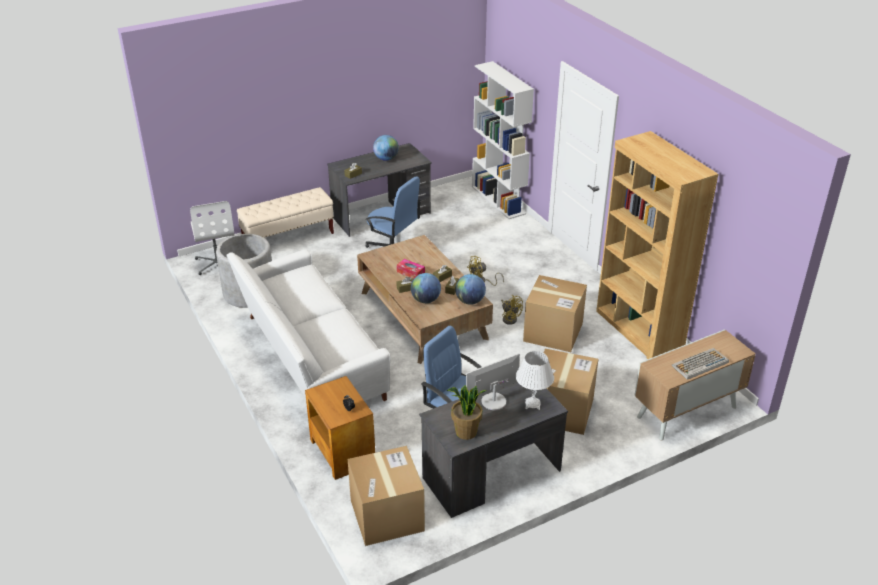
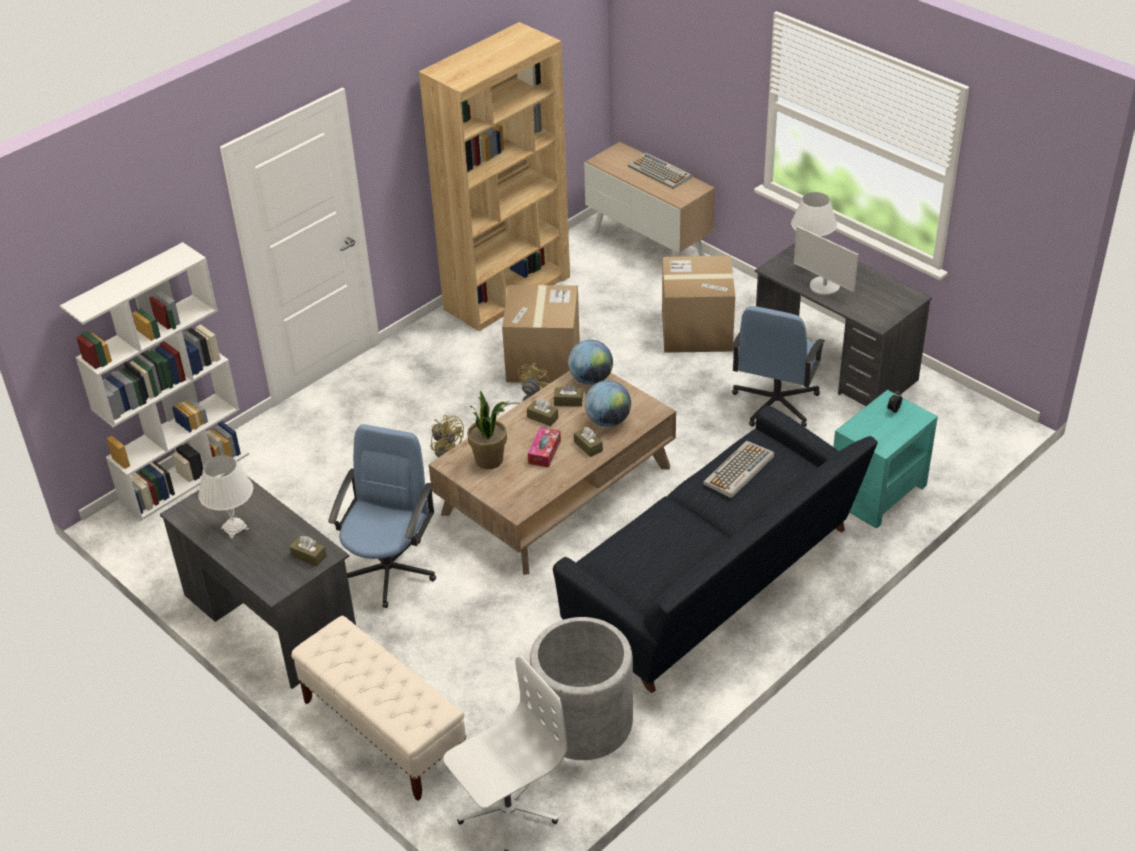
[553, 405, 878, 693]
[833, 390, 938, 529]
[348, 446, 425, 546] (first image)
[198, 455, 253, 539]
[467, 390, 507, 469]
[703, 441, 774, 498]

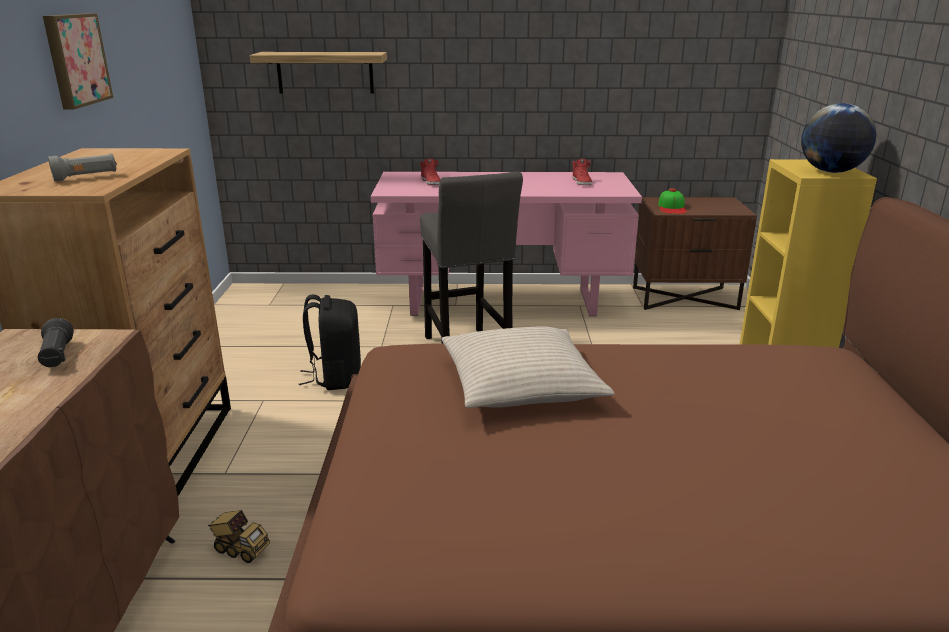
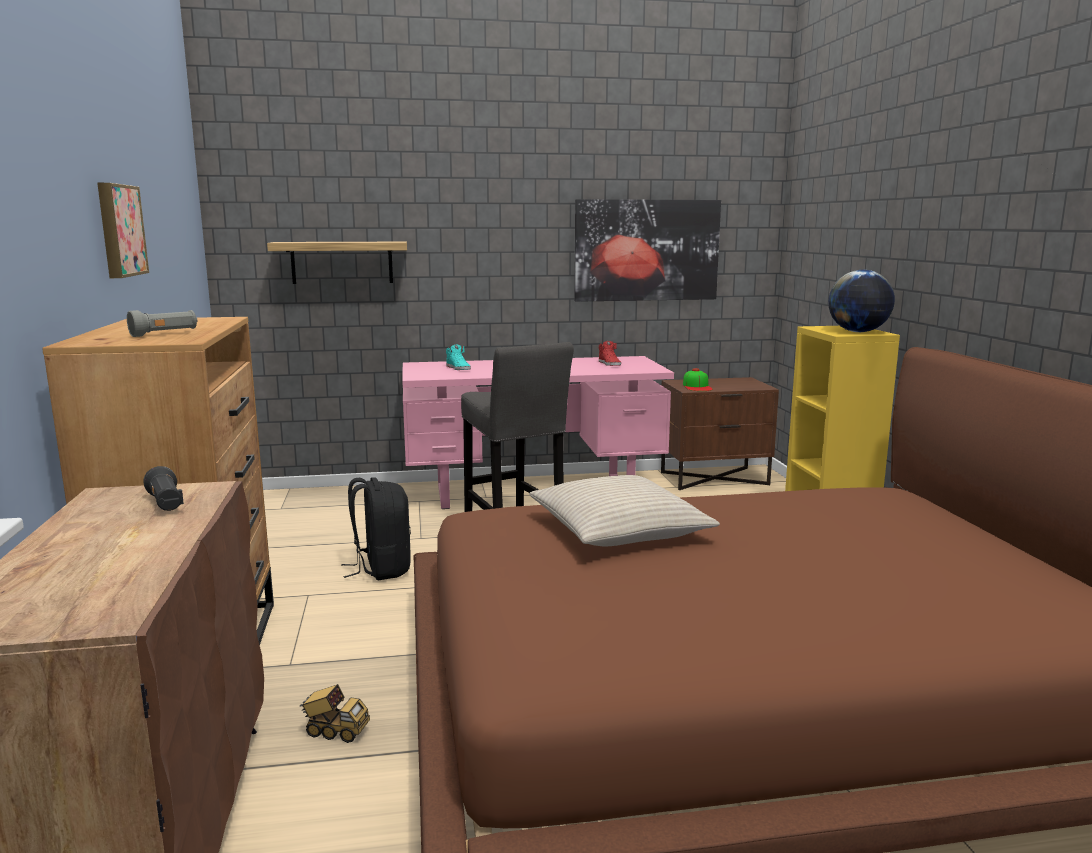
[446, 345, 471, 370]
[574, 199, 721, 302]

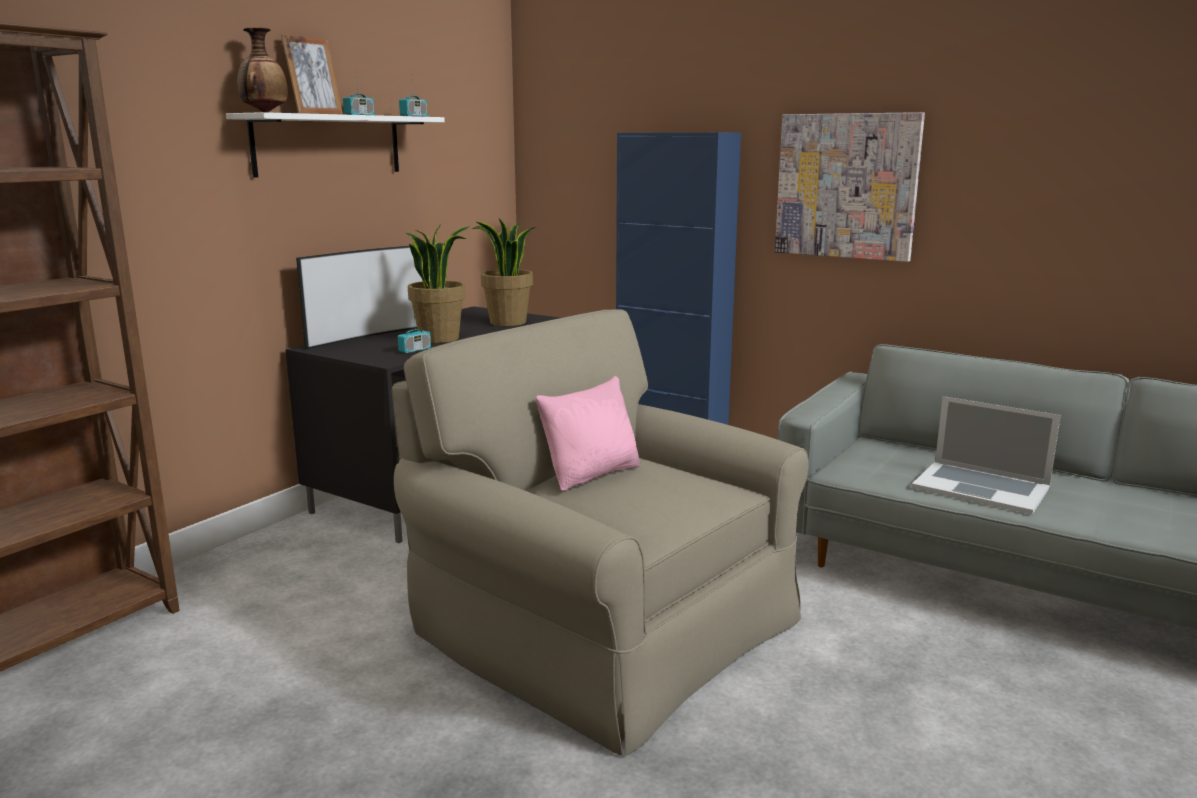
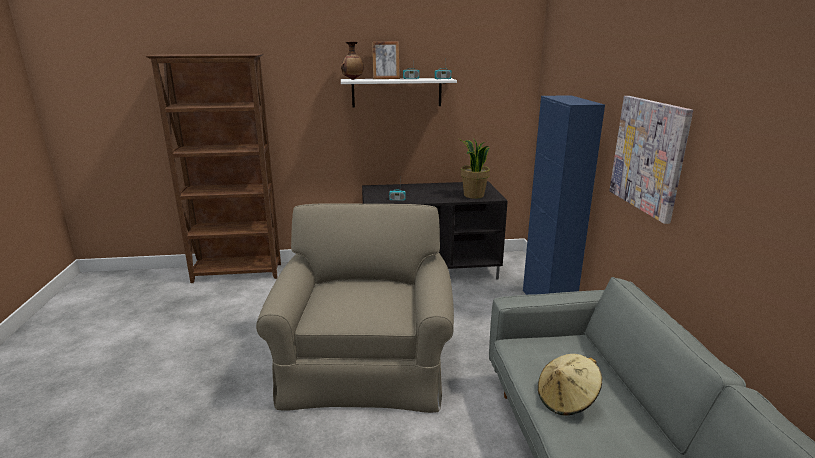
[296, 246, 430, 349] (first image)
[406, 225, 470, 343] (first image)
[536, 376, 640, 491] (first image)
[538, 354, 602, 415]

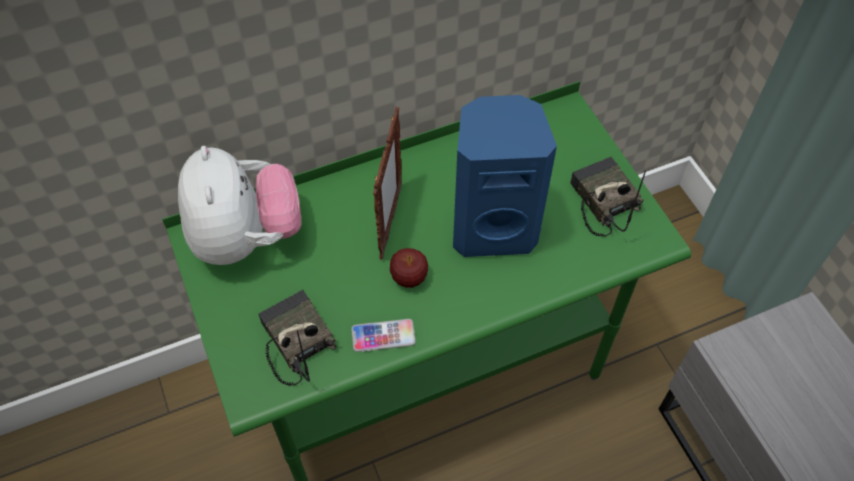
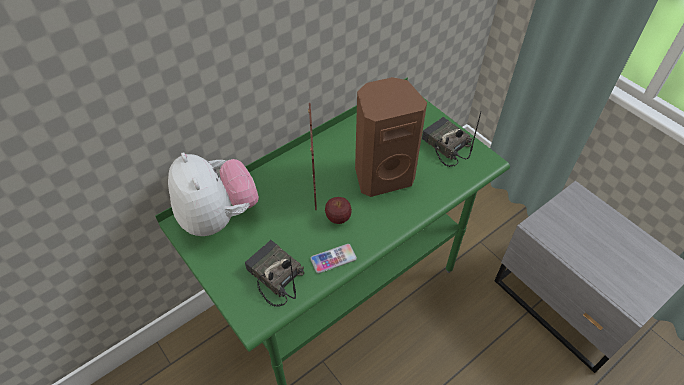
[355, 77, 427, 197]

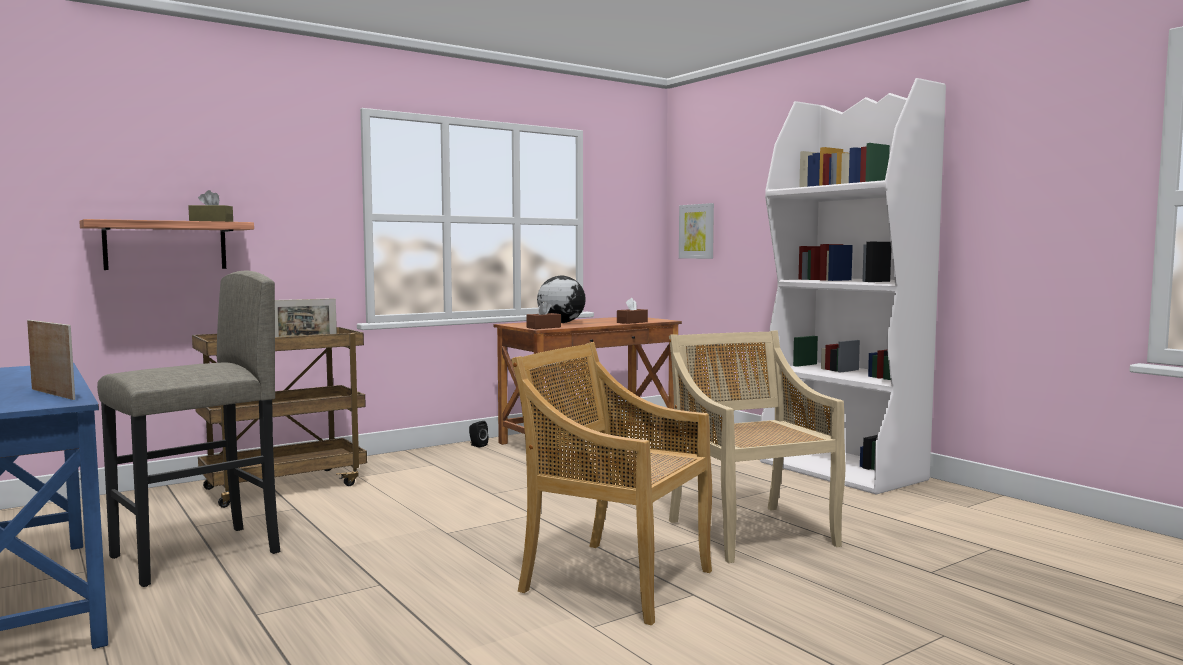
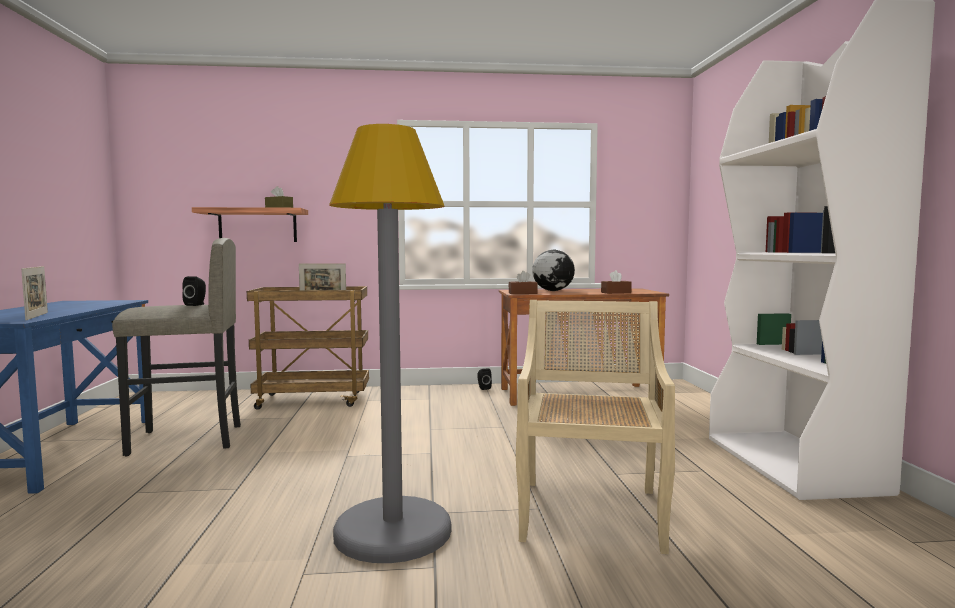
[329, 124, 452, 563]
[679, 203, 714, 259] (first image)
[182, 276, 206, 306]

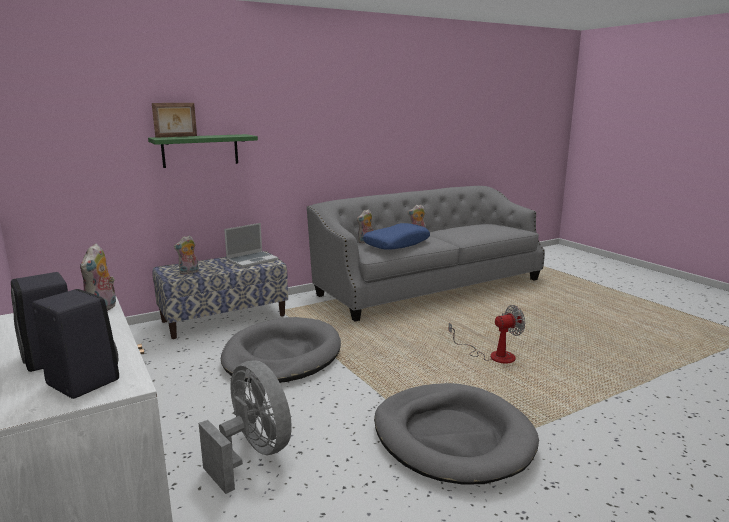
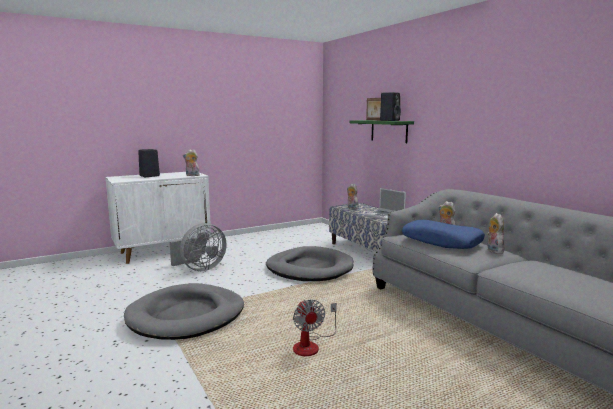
[380, 92, 401, 121]

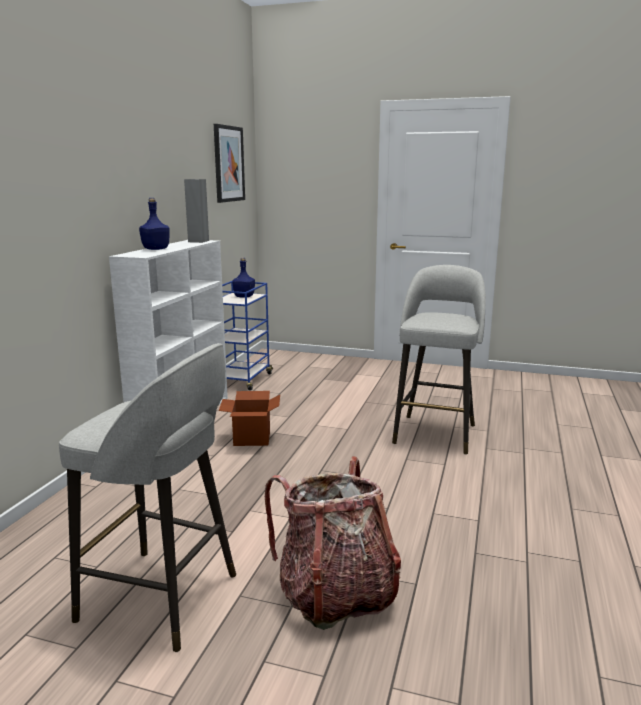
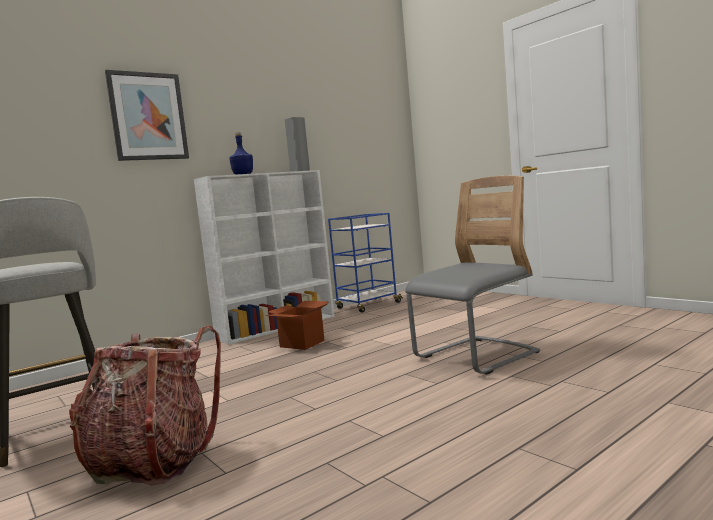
[105, 70, 189, 161]
[232, 258, 255, 298] (first image)
[405, 175, 540, 375]

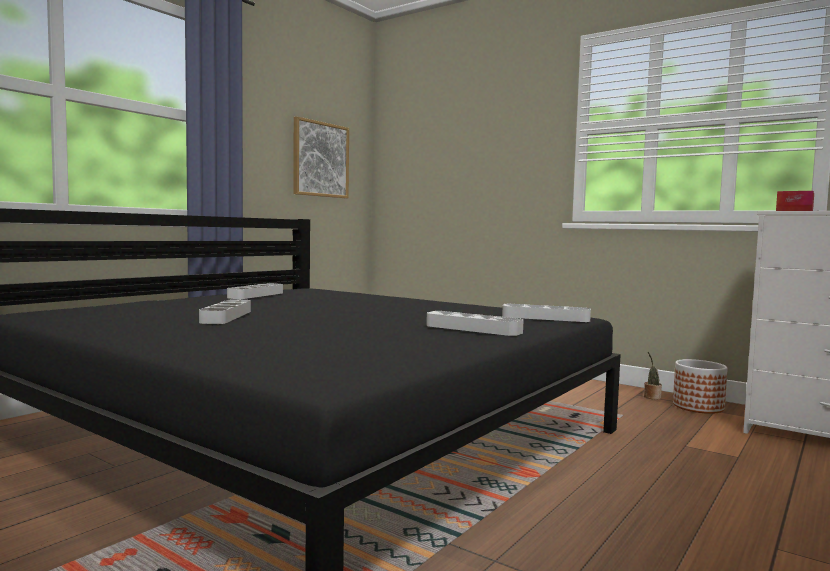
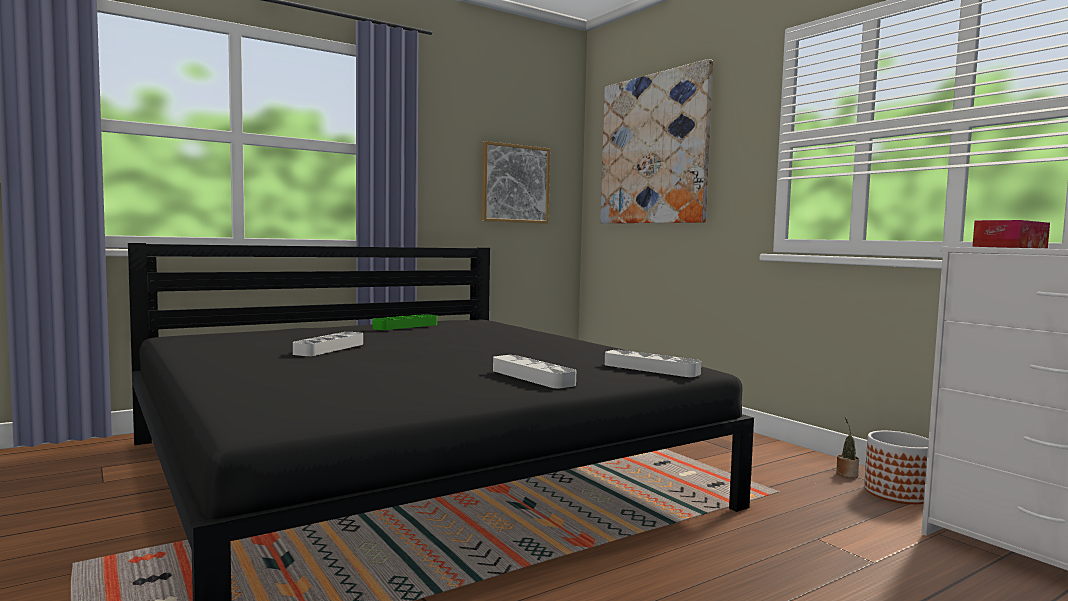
[372, 314, 437, 330]
[600, 59, 713, 224]

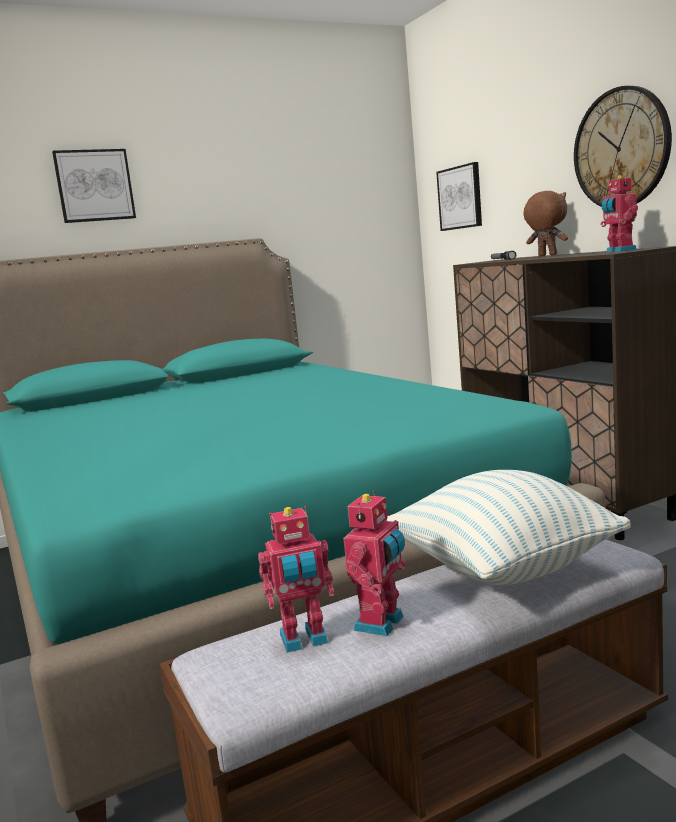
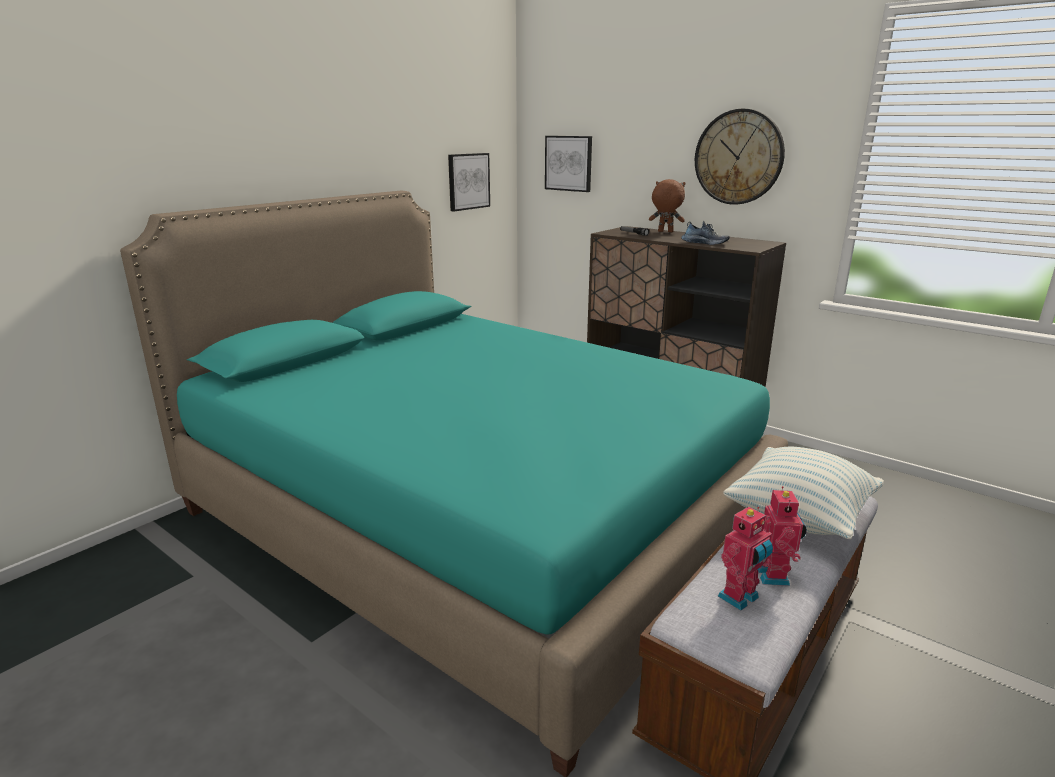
[448, 153, 490, 211]
[600, 175, 638, 252] (first image)
[681, 221, 730, 245]

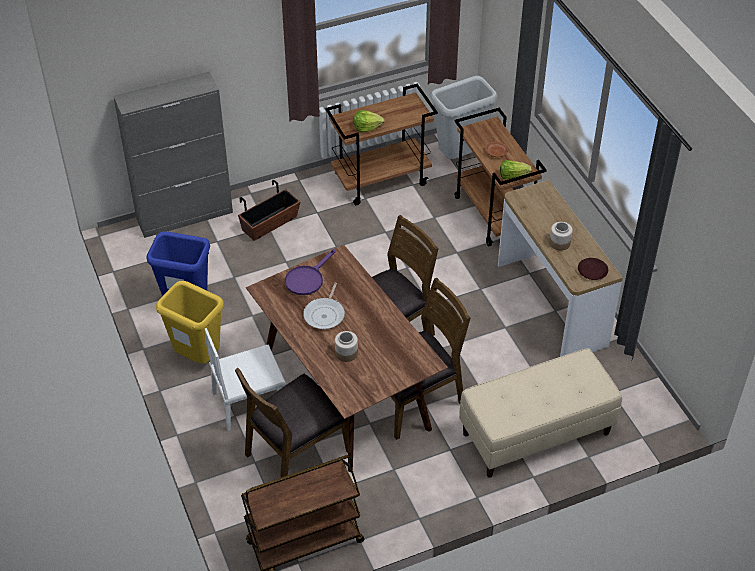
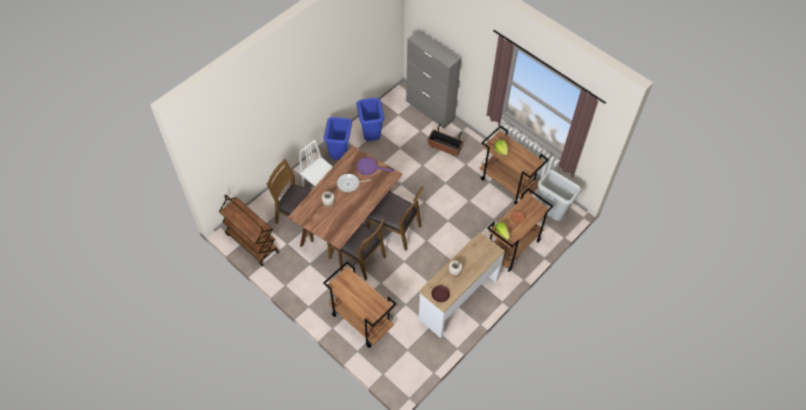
[324, 117, 352, 160]
[323, 262, 396, 348]

